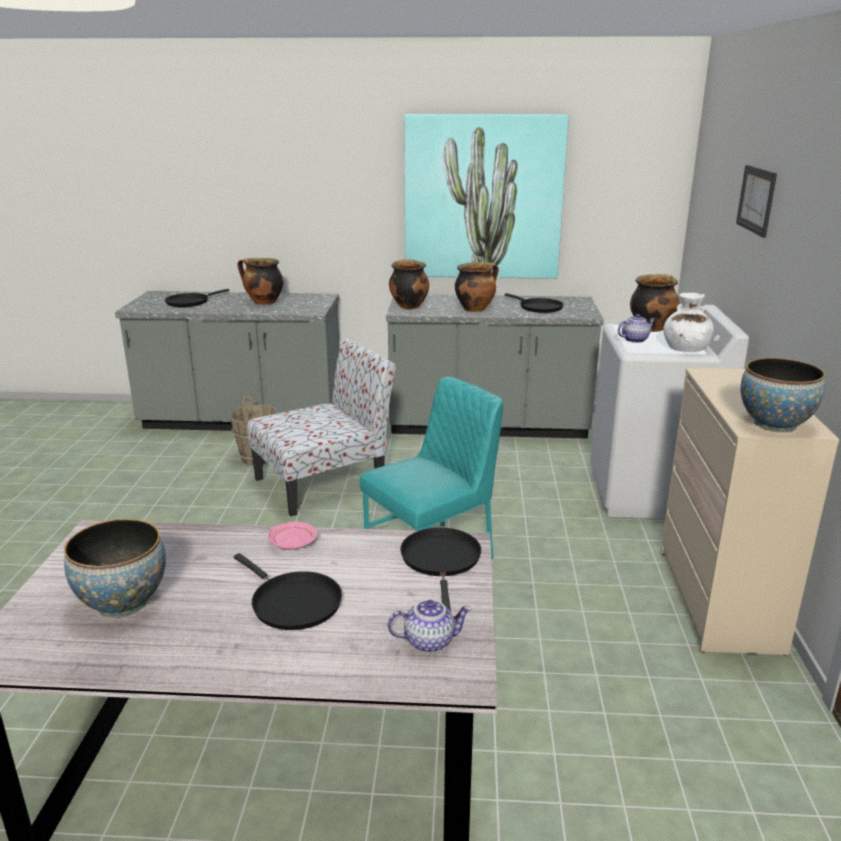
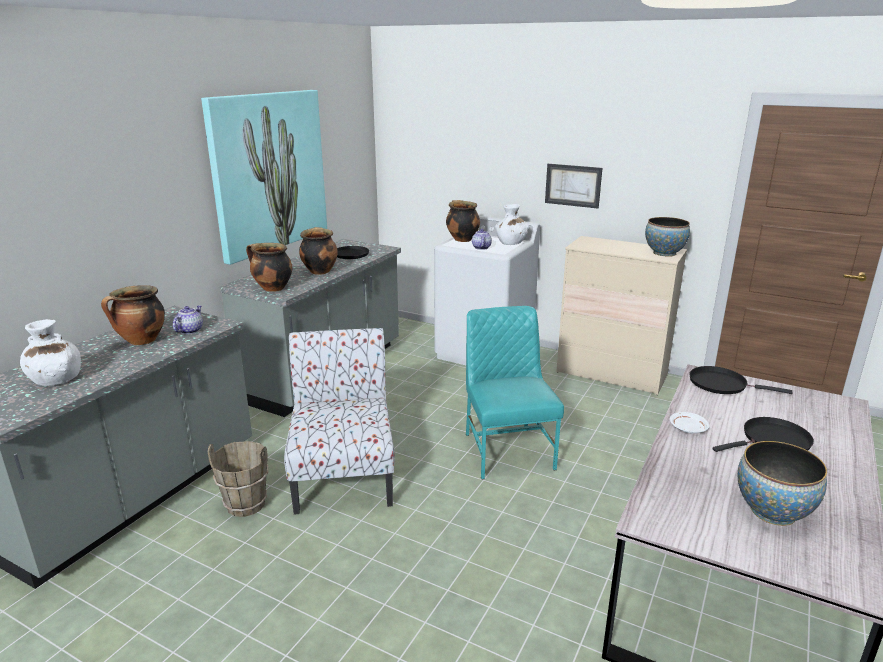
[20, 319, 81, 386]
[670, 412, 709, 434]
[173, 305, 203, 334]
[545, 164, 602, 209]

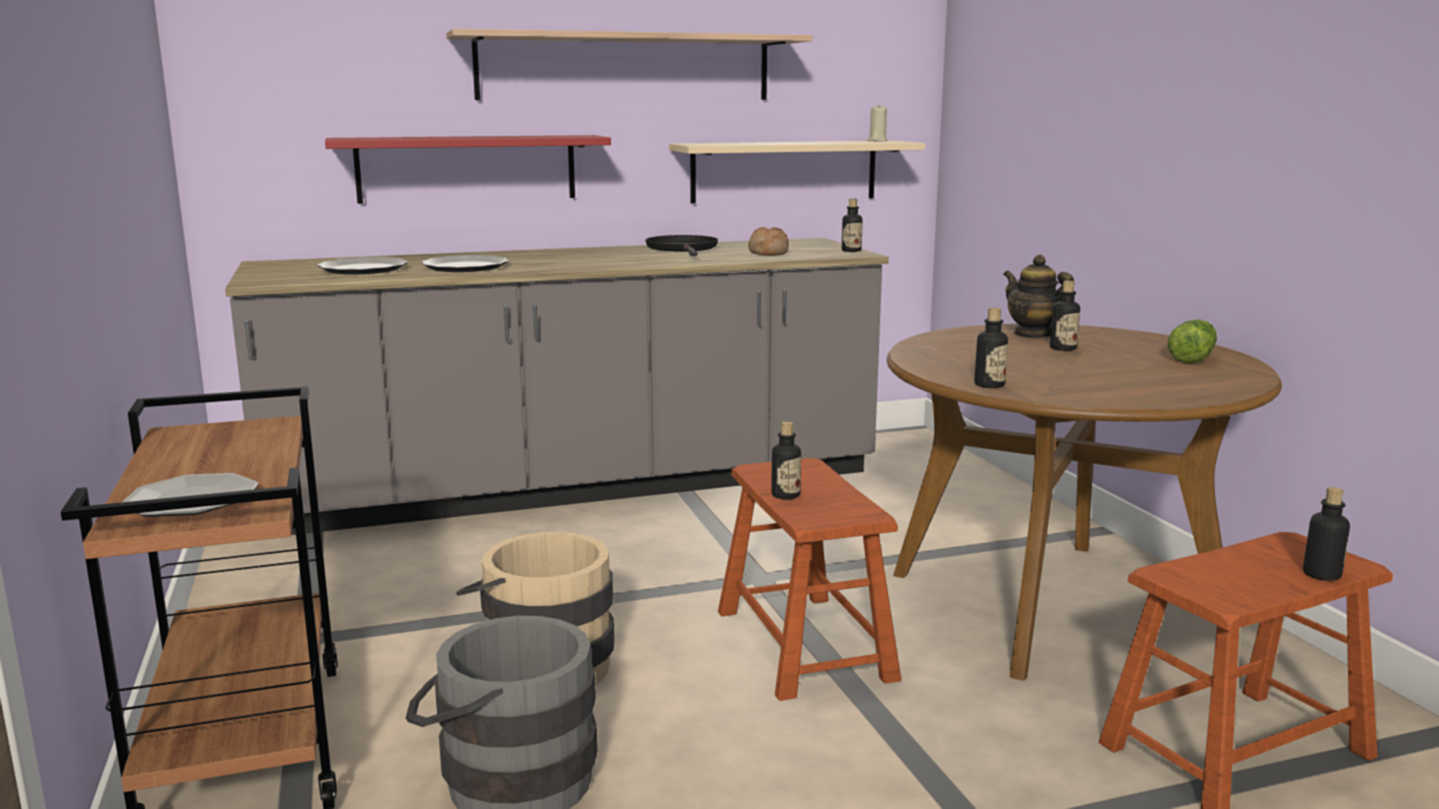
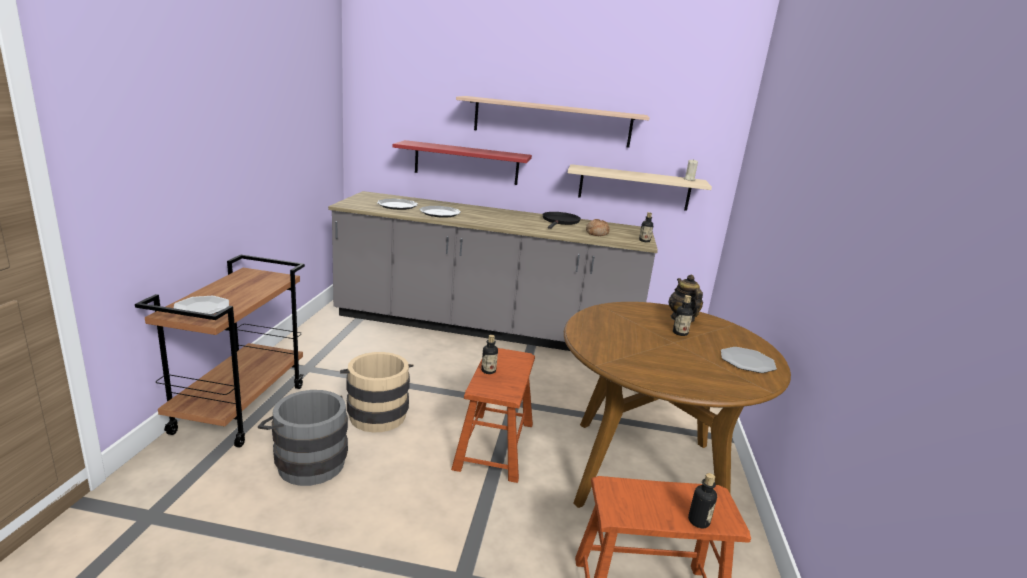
[975, 308, 1008, 388] (first image)
[721, 347, 777, 373]

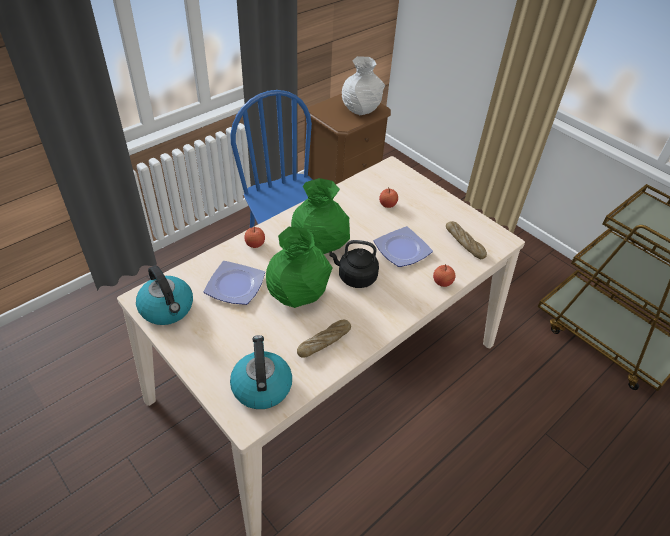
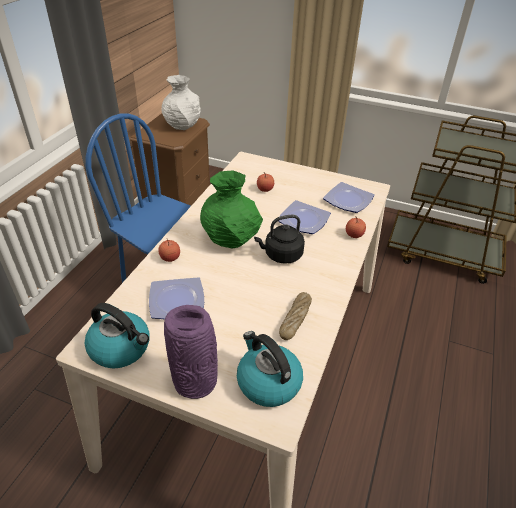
[266, 227, 333, 308] (first image)
[323, 182, 375, 213]
[164, 305, 218, 399]

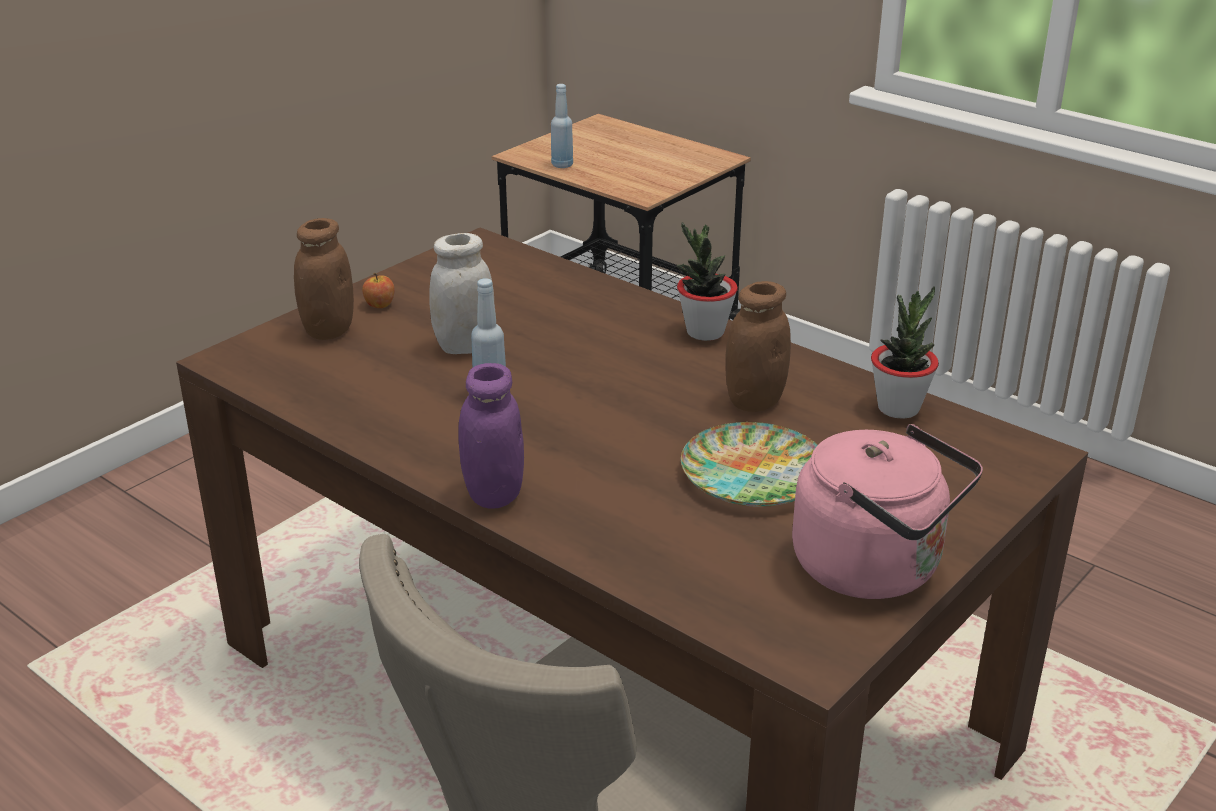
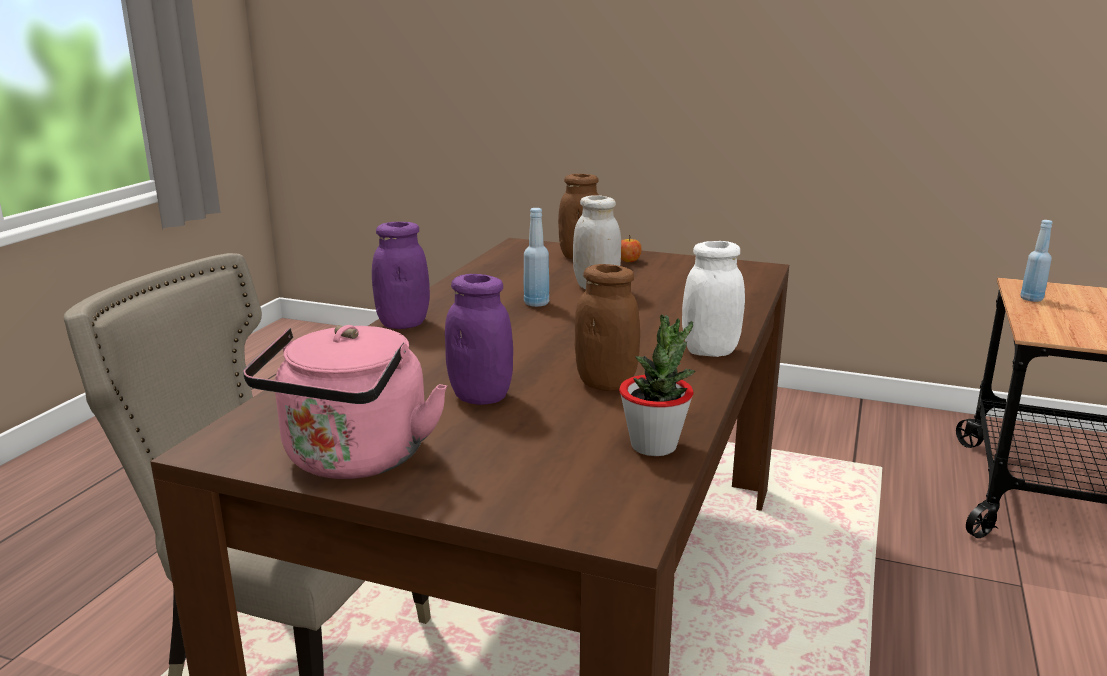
[682, 241, 745, 357]
[445, 274, 513, 405]

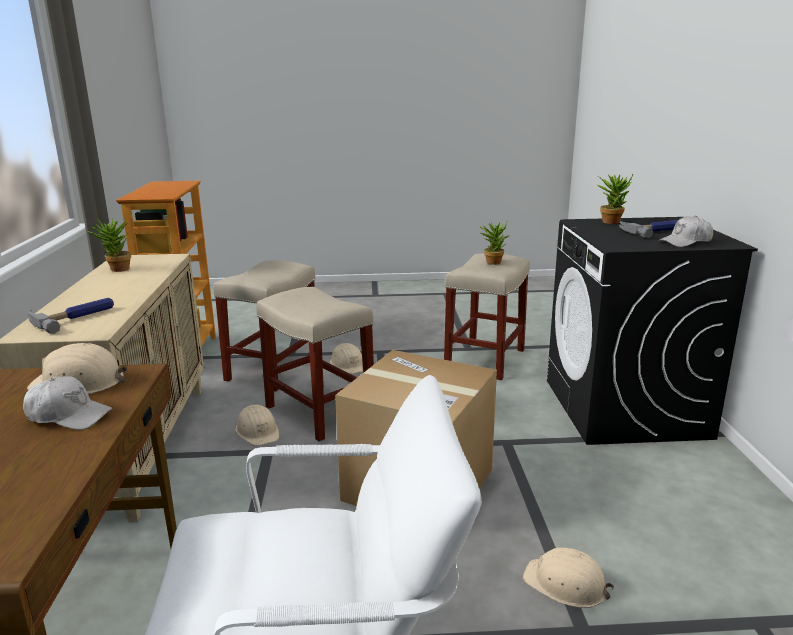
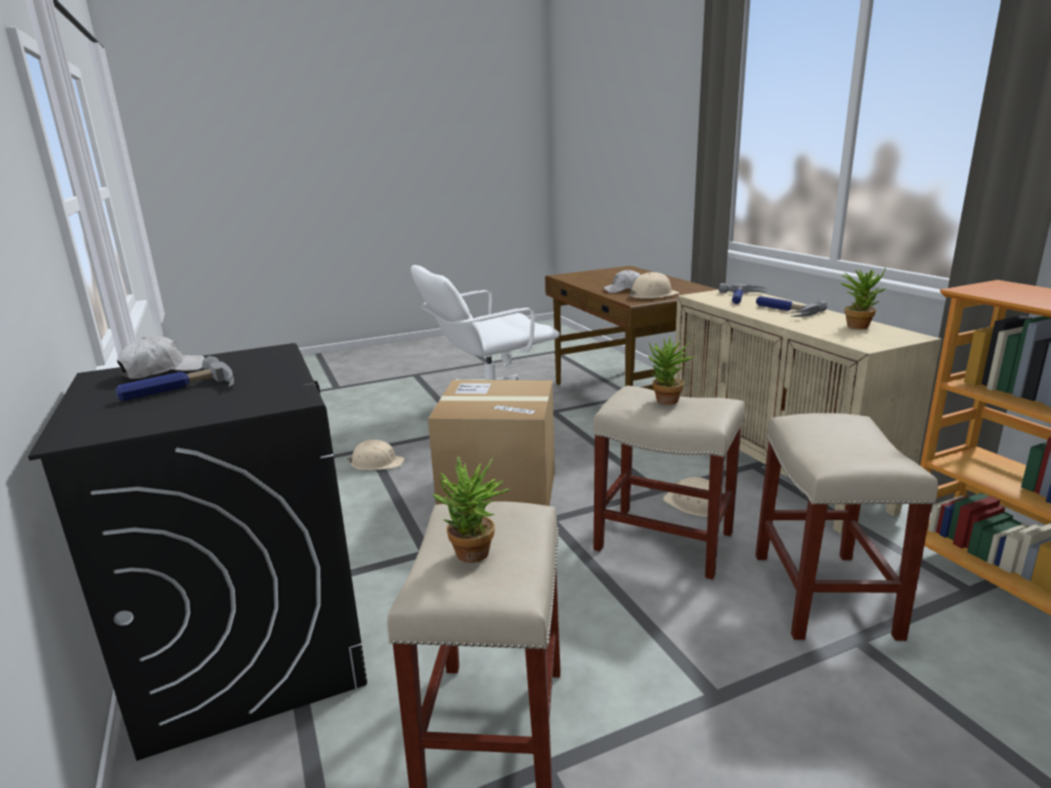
[330, 343, 363, 374] (first image)
[648, 336, 695, 405]
[756, 296, 828, 317]

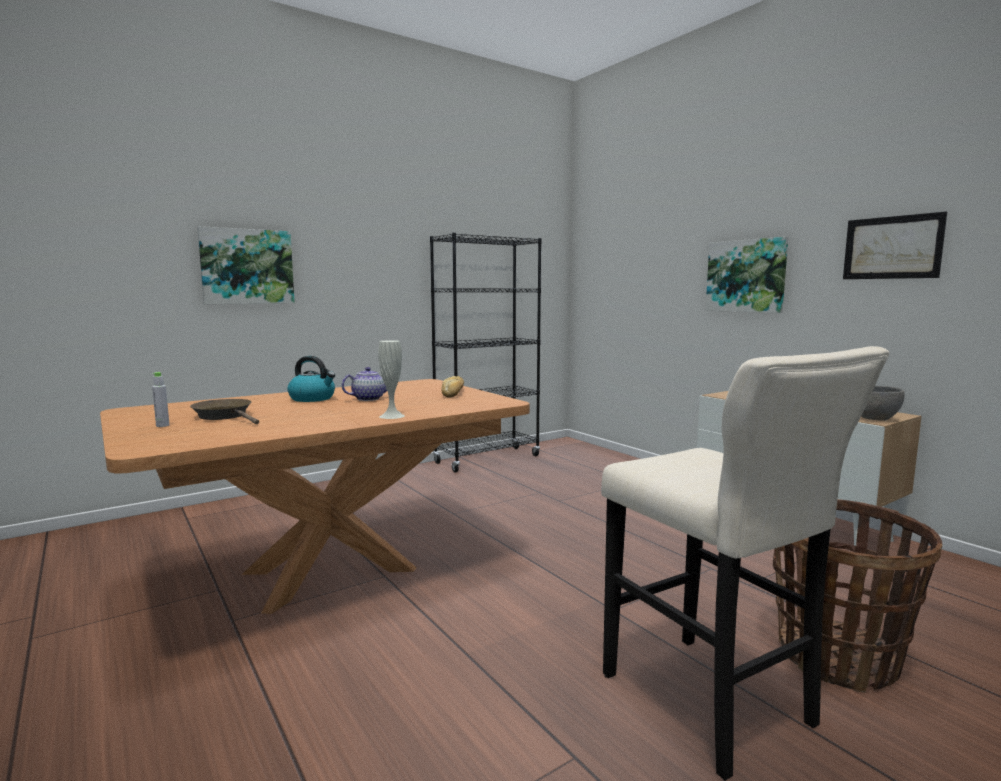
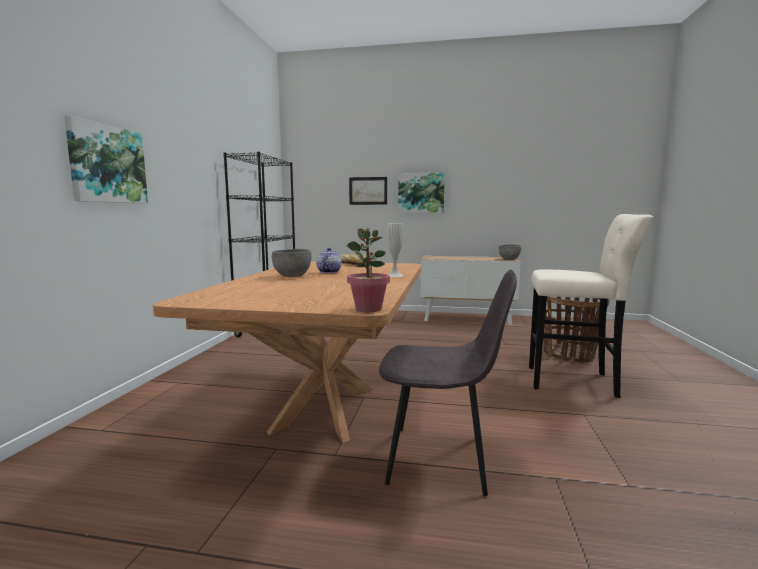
[152, 372, 169, 427] (first image)
[190, 399, 259, 424] (first image)
[272, 249, 312, 277]
[349, 177, 387, 205]
[346, 228, 390, 312]
[379, 269, 517, 496]

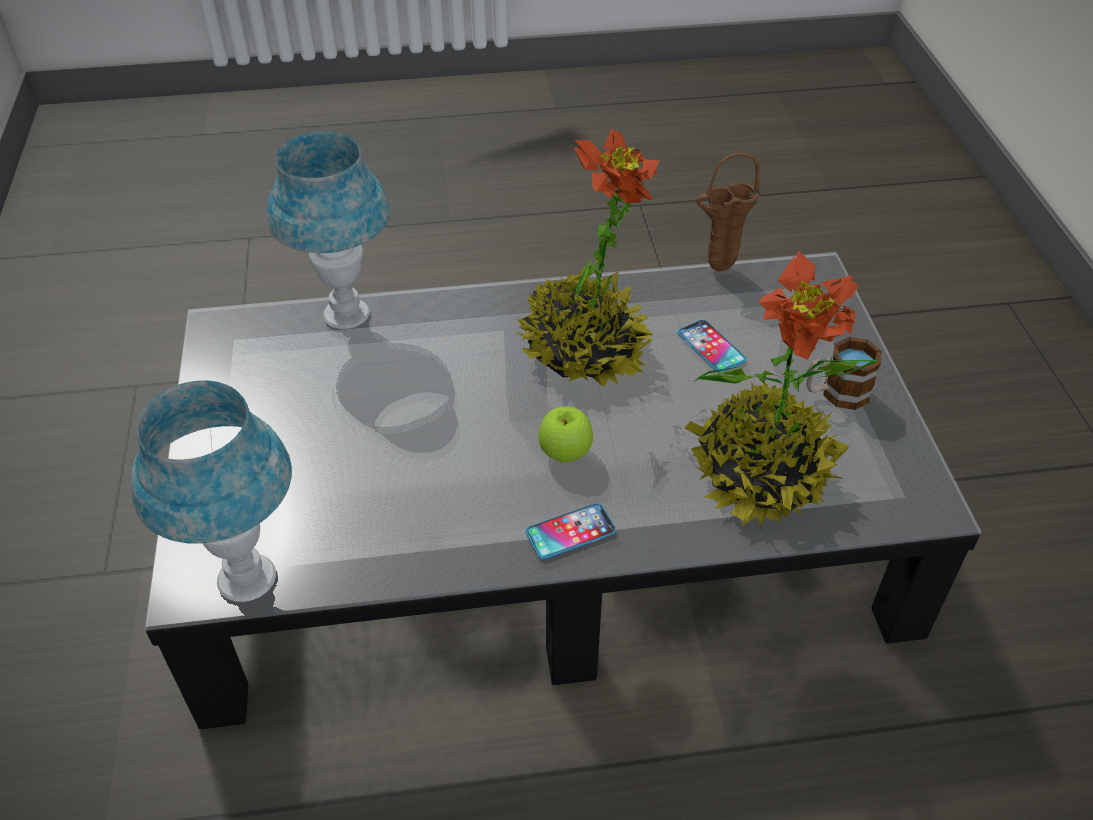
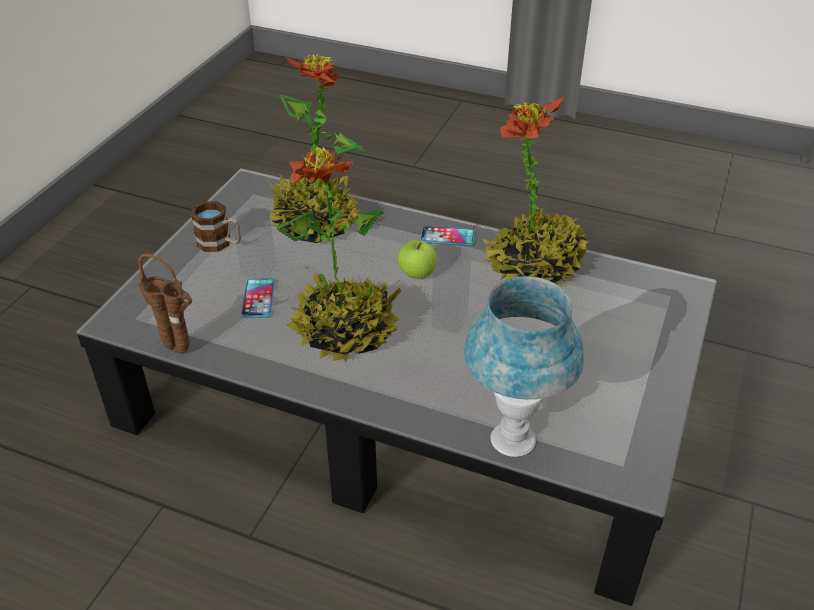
[131, 381, 292, 602] (first image)
[482, 97, 588, 288]

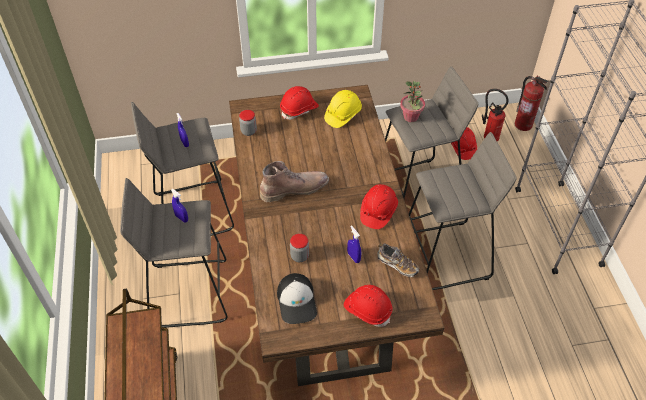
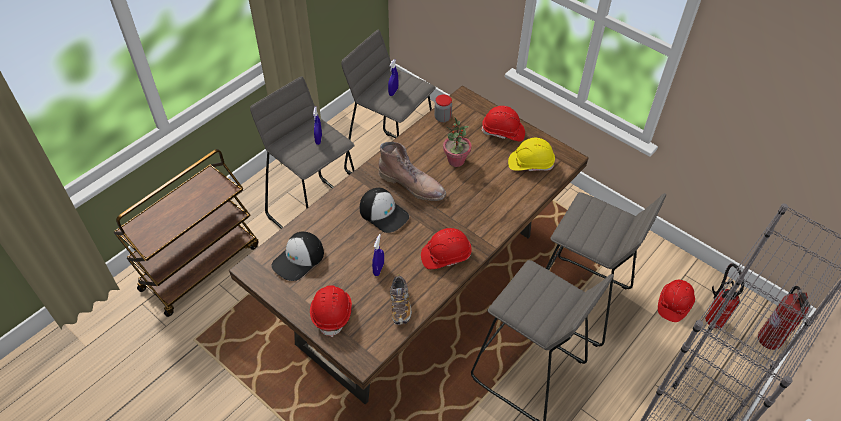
[290, 233, 309, 262] (first image)
[443, 118, 472, 167]
[360, 188, 409, 233]

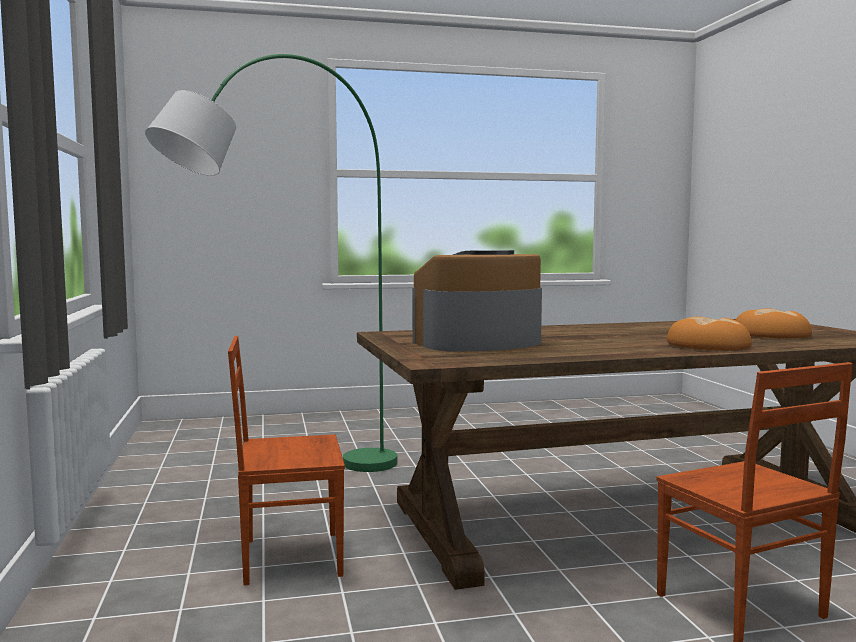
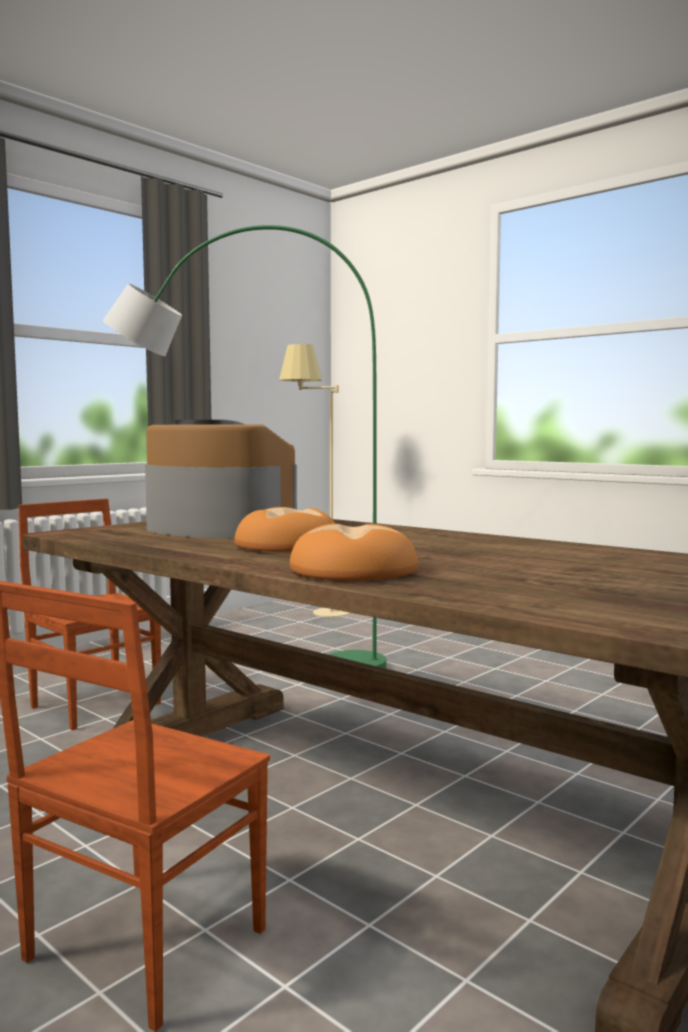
[234, 507, 335, 552]
[279, 344, 350, 617]

